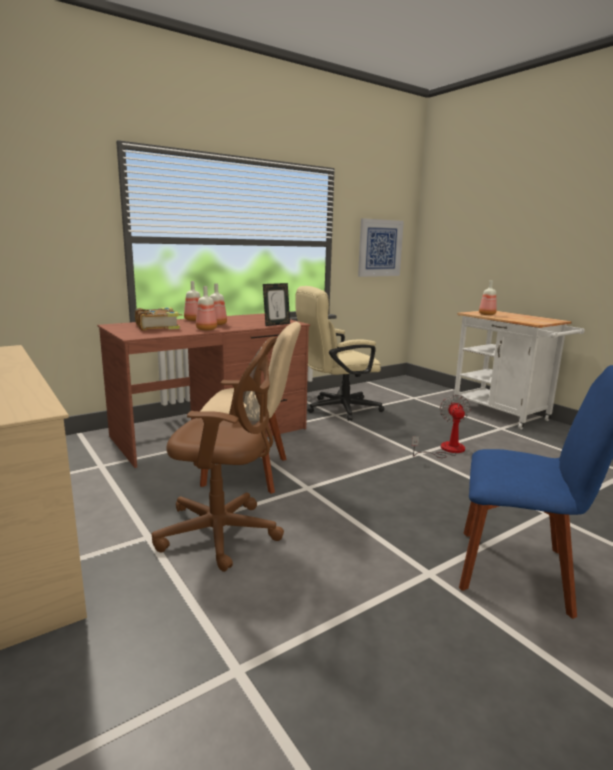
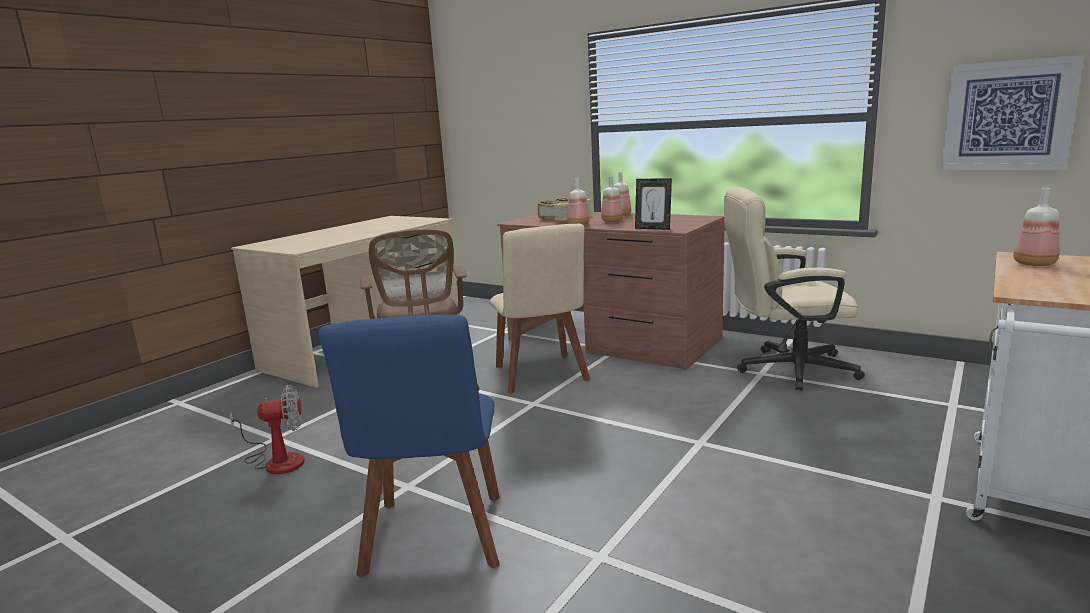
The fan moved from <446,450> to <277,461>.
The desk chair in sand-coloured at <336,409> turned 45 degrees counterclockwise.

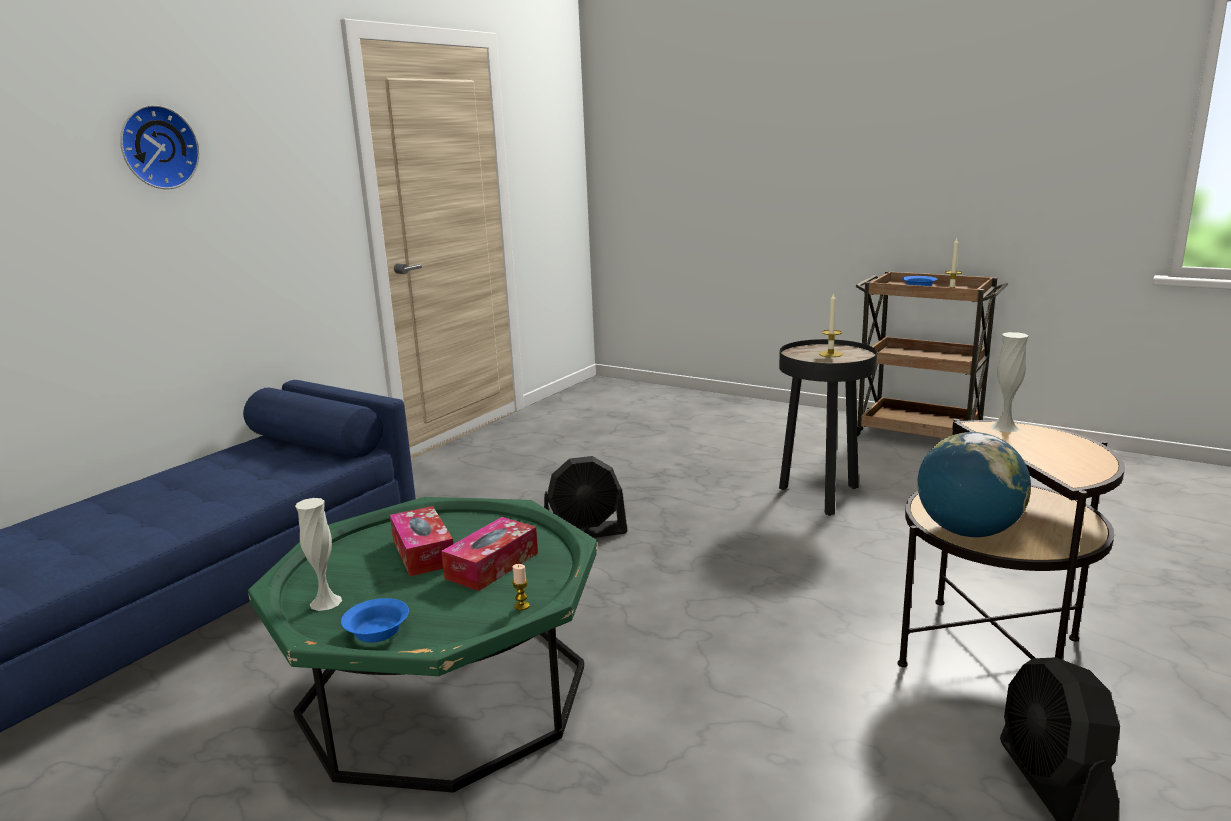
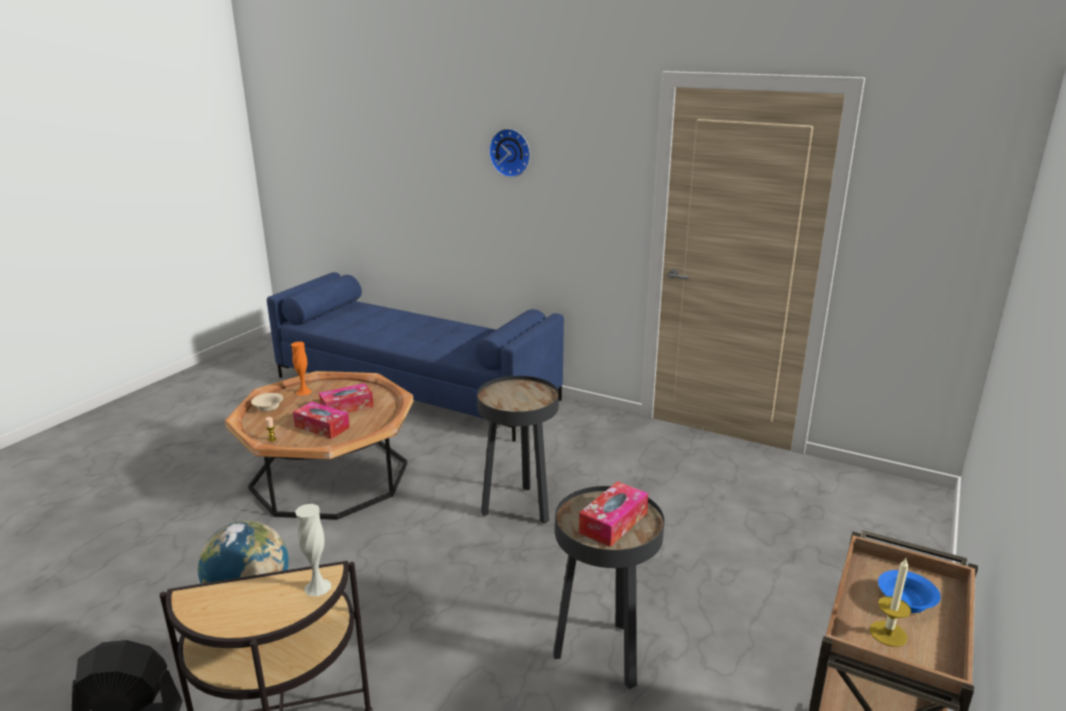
The coffee table in green at <444,691> became the coffee table in brownish at <330,476>.
The deep dish in bluish at <377,631> became the deep dish in sand-coloured at <269,407>.
The flower vase in white-coloured at <326,602> became the flower vase in orange at <304,392>.
The fan in black at <585,532> was replaced by the end table in black at <519,508>.
The wax light at <830,354> was replaced by the tissue holder at <613,522>.

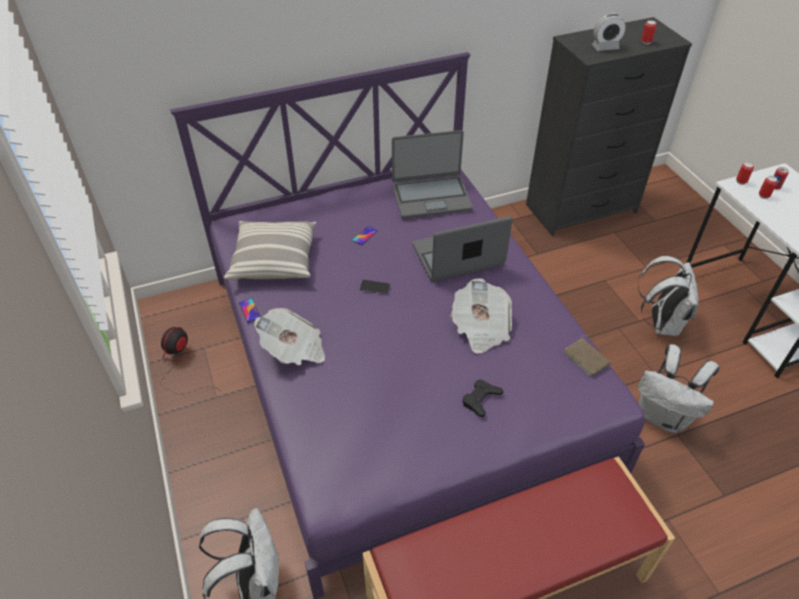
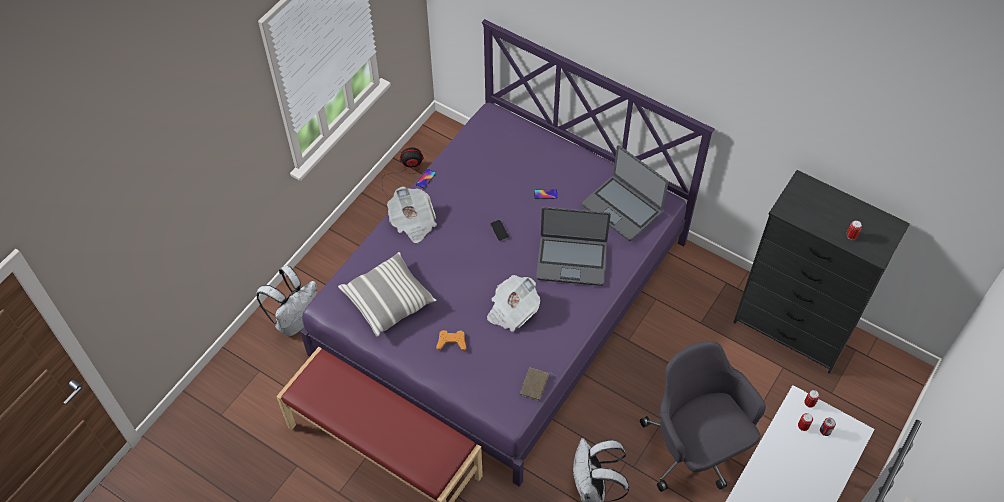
The throw pillow moved from <274,260> to <388,300>.
The game controller in black at <481,399> became the game controller in orange at <451,342>.
The portable computer at <458,256> turned 150 degrees clockwise.
The backpack in white-coloured at <660,323> was replaced by the desk chair in grey at <695,448>.
The alarm clock at <605,47> disappeared.

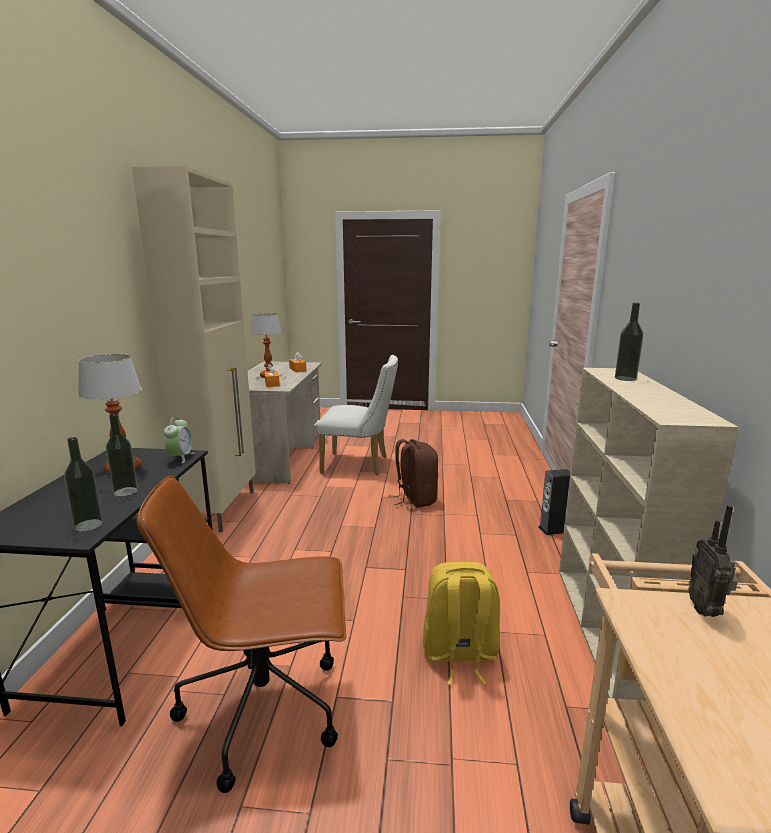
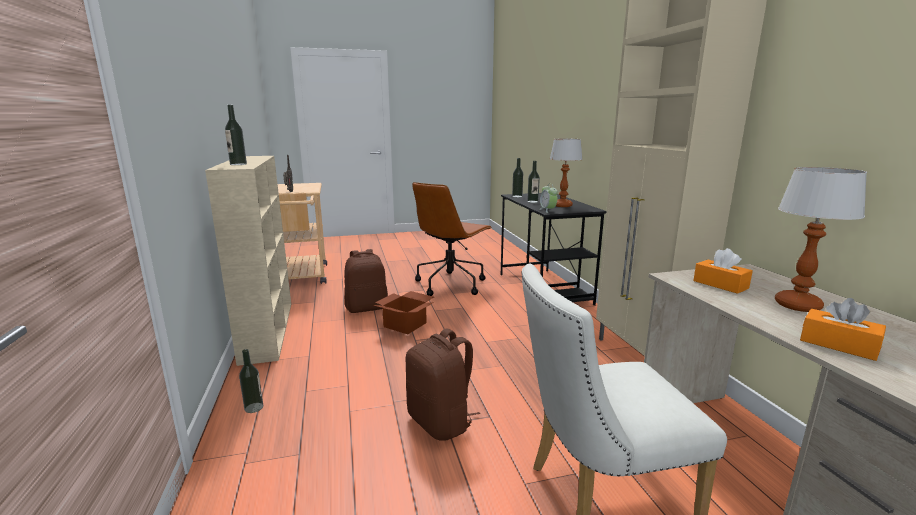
The speaker at <553,529> was replaced by the bottle at <254,407>.
The backpack in yellow at <459,654> became the backpack in brownish at <367,308>.
The cardboard box at <406,324> appeared.
The desk chair in brownish at <266,708> turned 150 degrees clockwise.

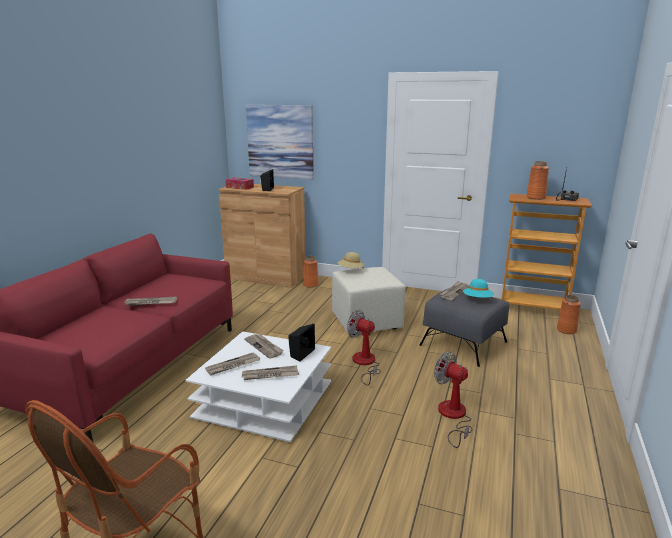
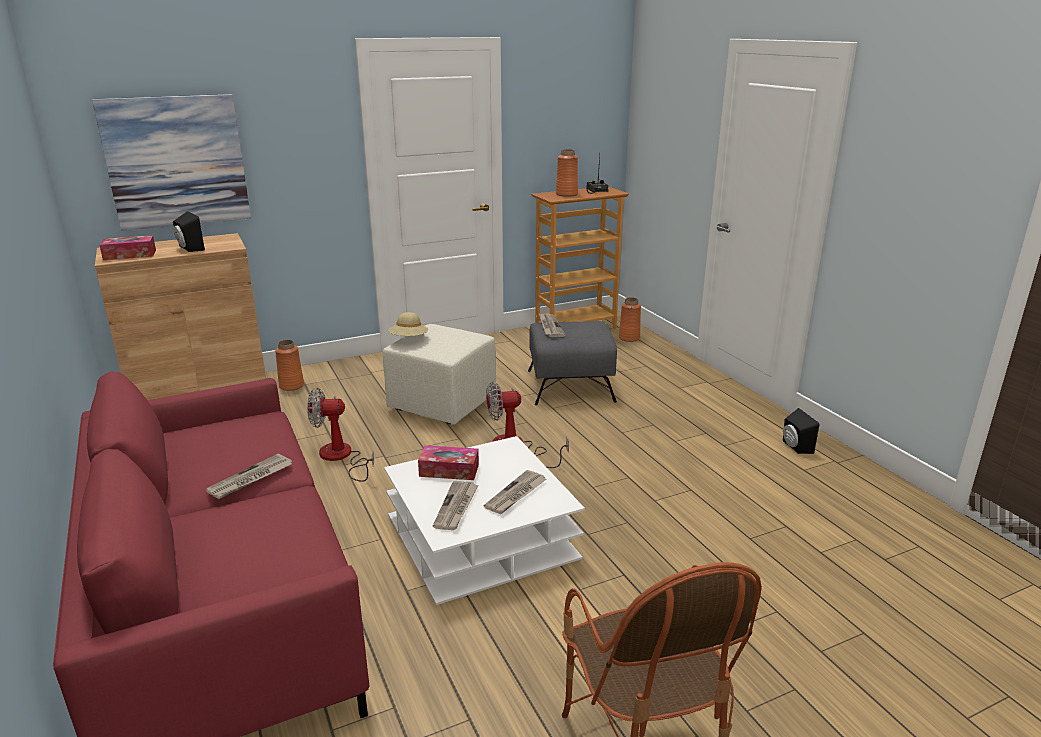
The fan moved from <453,417> to <341,457>.
The daily paper at <264,347> was replaced by the tissue holder at <449,470>.
The speaker in black moved from <300,353> to <794,447>.
The clothing hat in blue-green at <477,300> disappeared.

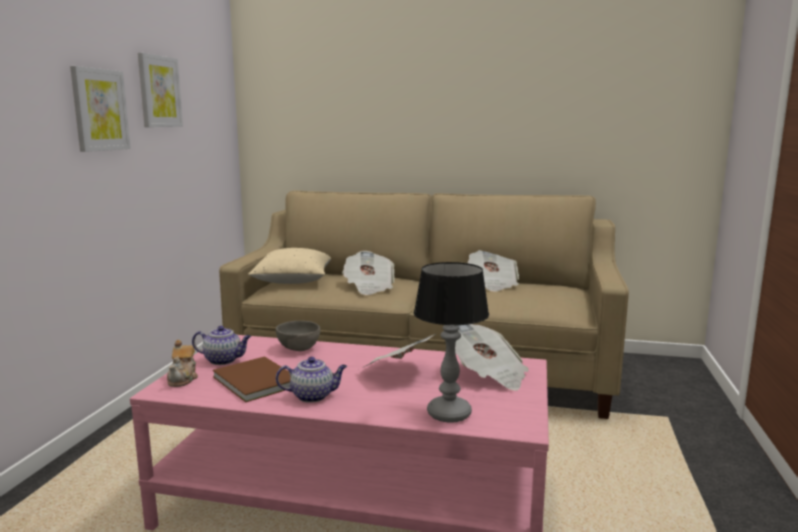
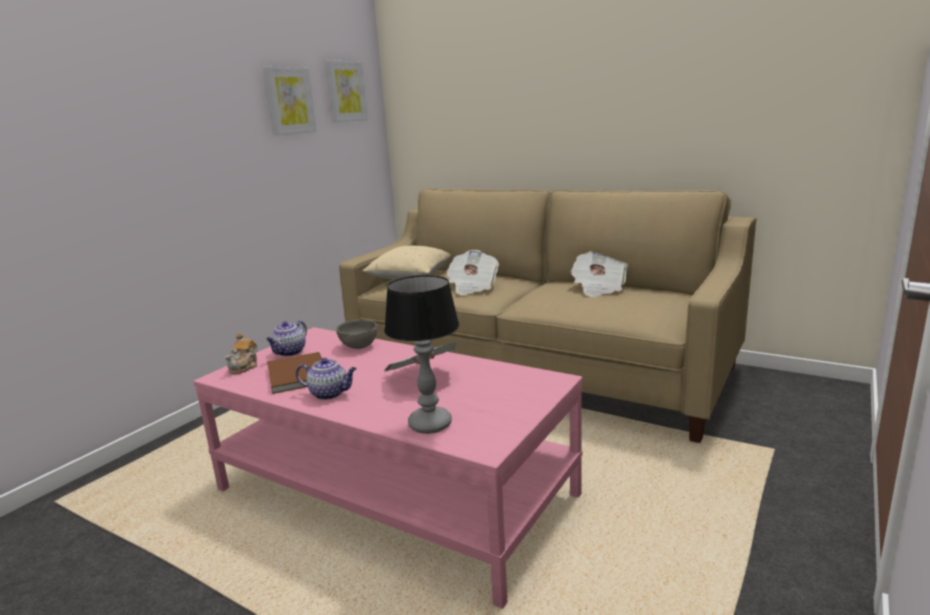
The teapot at <224,360> turned 90 degrees clockwise.
The picture moved from <99,110> to <345,91>.
The daily paper at <488,375> disappeared.

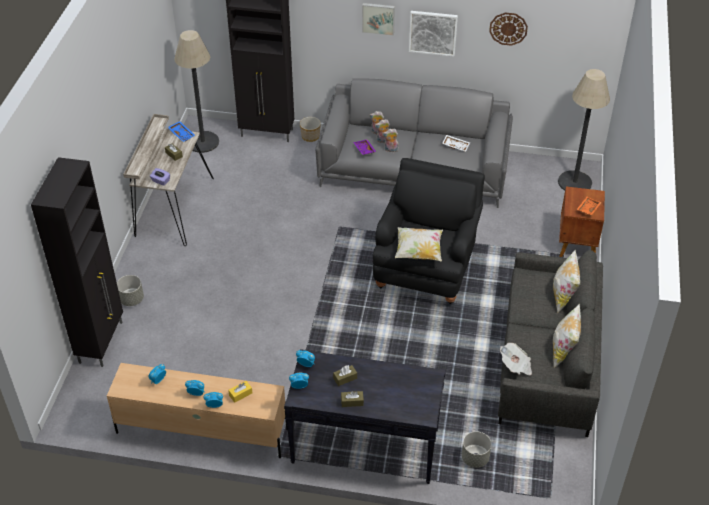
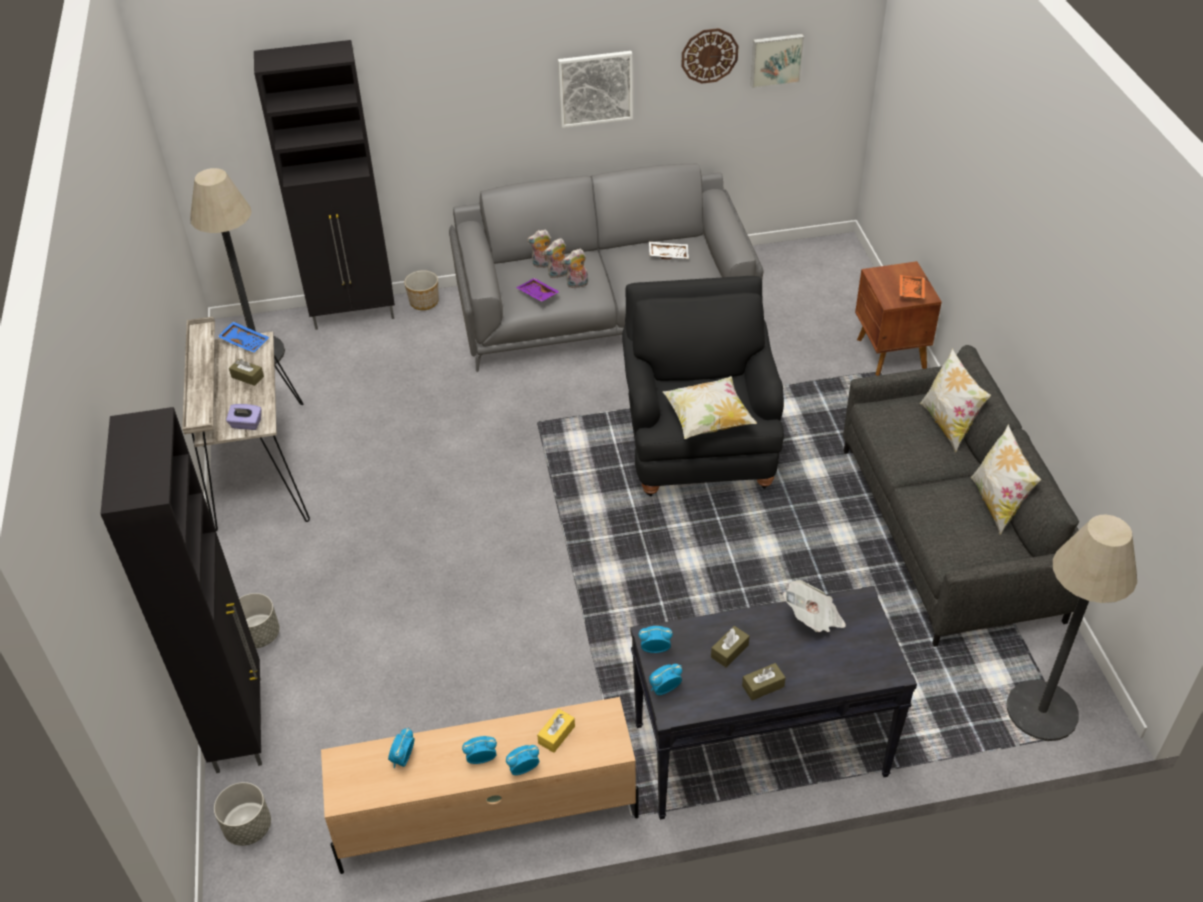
The flower pot in grey moved from <474,458> to <248,827>.
The picture moved from <378,18> to <776,59>.
The daily paper moved from <515,366> to <813,618>.
The floor lamp moved from <574,182> to <1042,711>.

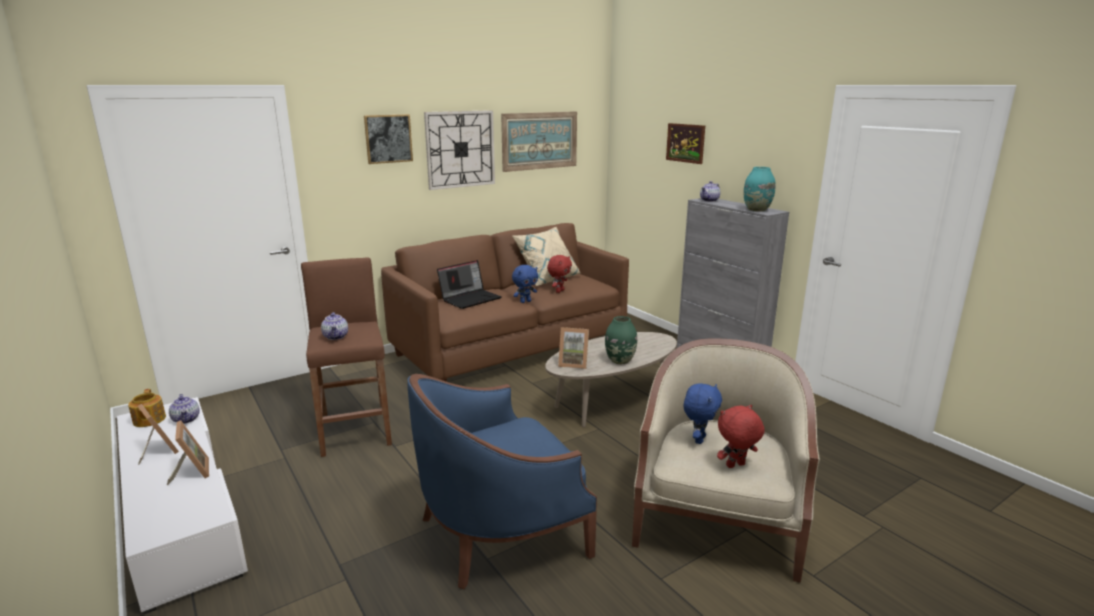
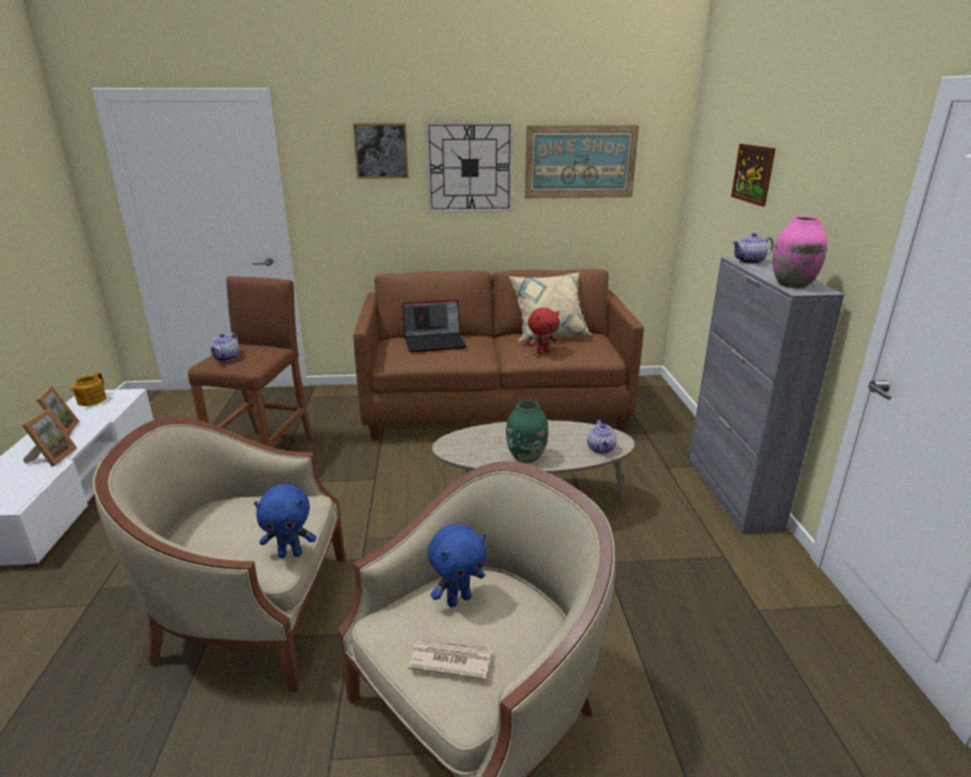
The easy chair in bluish at <500,531> became the easy chair in sand-coloured at <252,615>.
The soft toy in bluish moved from <525,302> to <291,554>.
The soft toy in red at <736,466> was replaced by the daily paper at <449,660>.
The teapot moved from <186,419> to <601,449>.
The flower vase in blue-green at <756,210> became the flower vase in pinkish at <792,284>.
The standing frame at <573,363> disappeared.

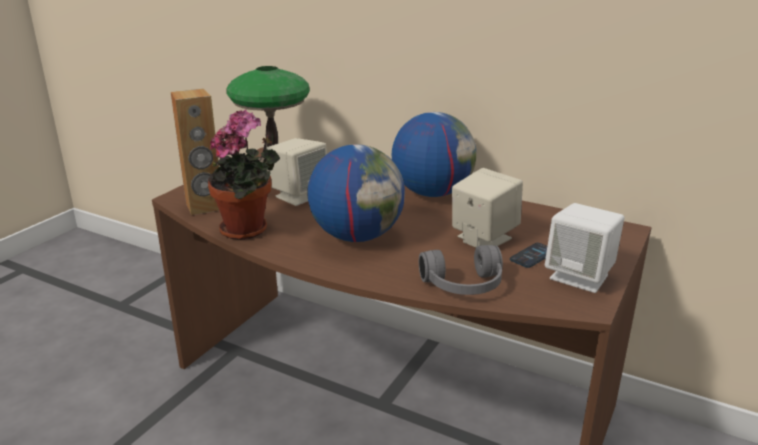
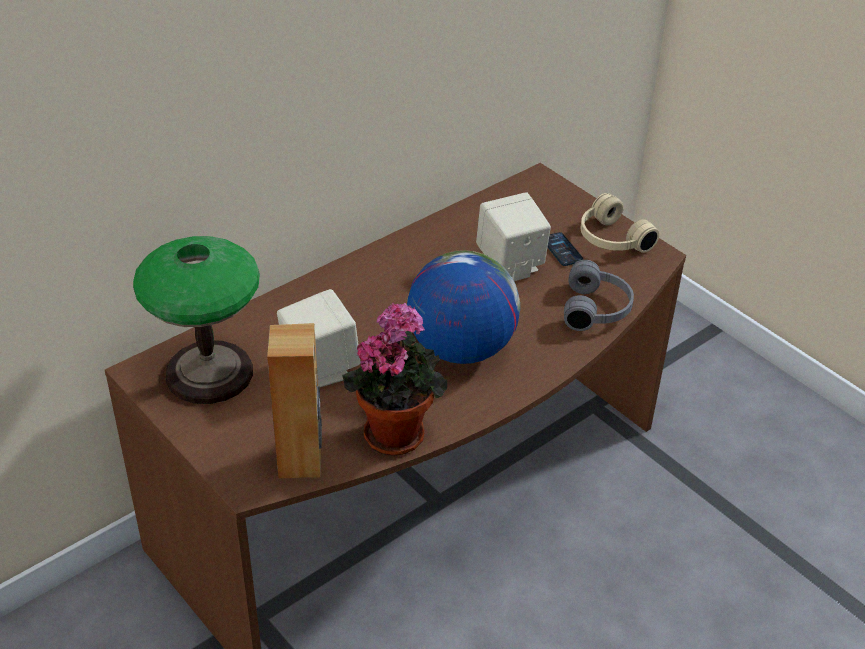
The speaker in white-coloured at <580,277> was replaced by the headphones in sand-coloured at <610,239>.
The world globe at <432,193> disappeared.

